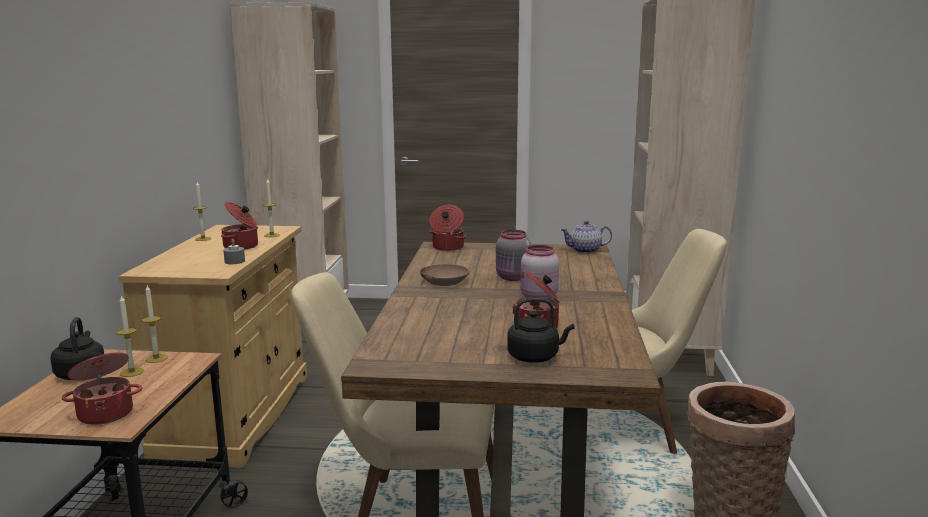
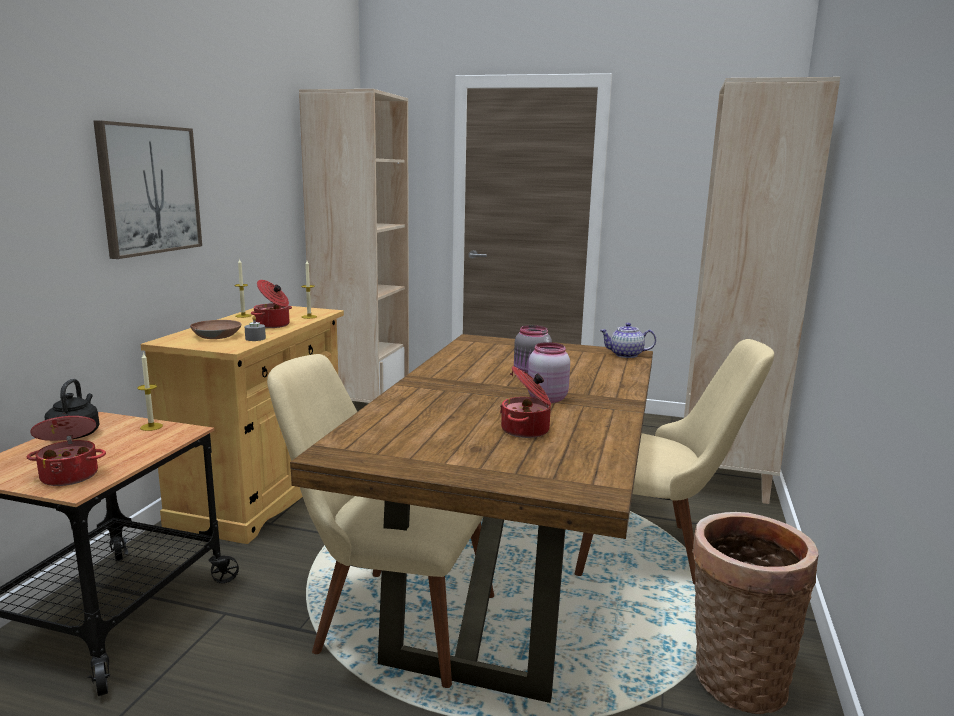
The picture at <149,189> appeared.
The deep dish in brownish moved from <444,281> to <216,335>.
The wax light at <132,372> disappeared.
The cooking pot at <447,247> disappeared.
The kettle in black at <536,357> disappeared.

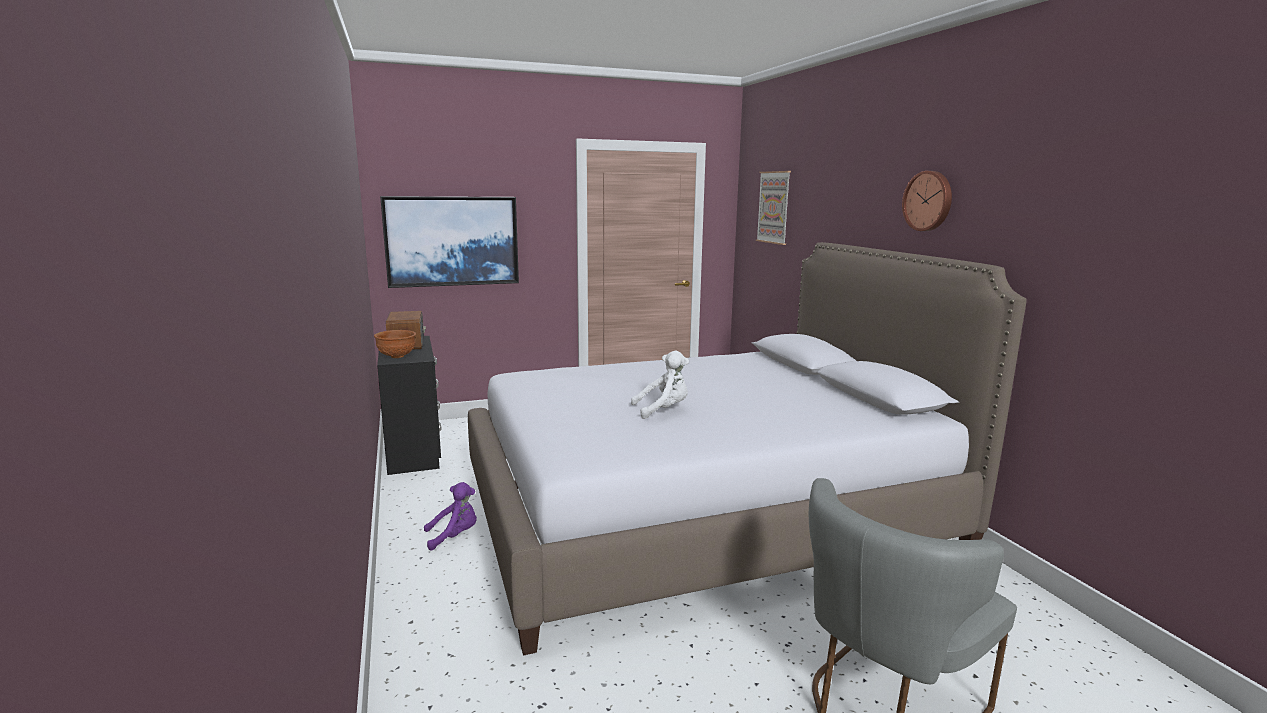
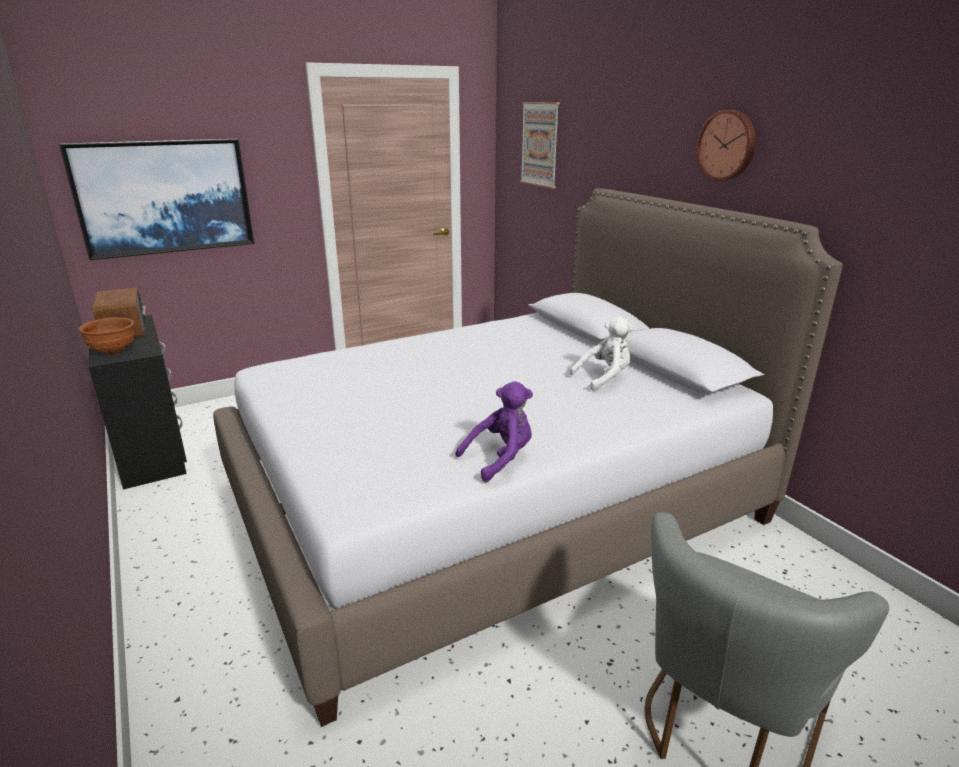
The soft toy in purple-coloured moved from <454,536> to <500,459>.
The soft toy in white-coloured moved from <663,410> to <604,378>.

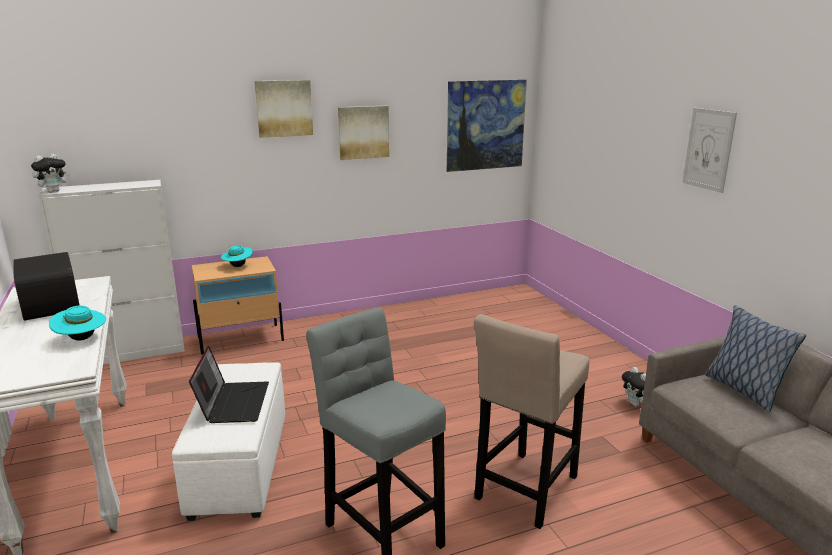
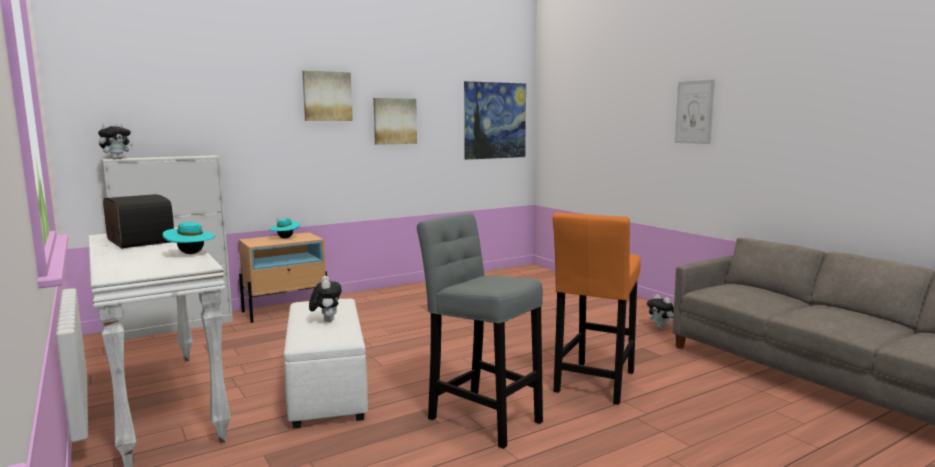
The portable computer at <233,402> was replaced by the soft toy at <326,320>.
The sitting stool in sand-coloured at <524,491> became the sitting stool in orange at <594,384>.
The throw pillow at <743,390> disappeared.

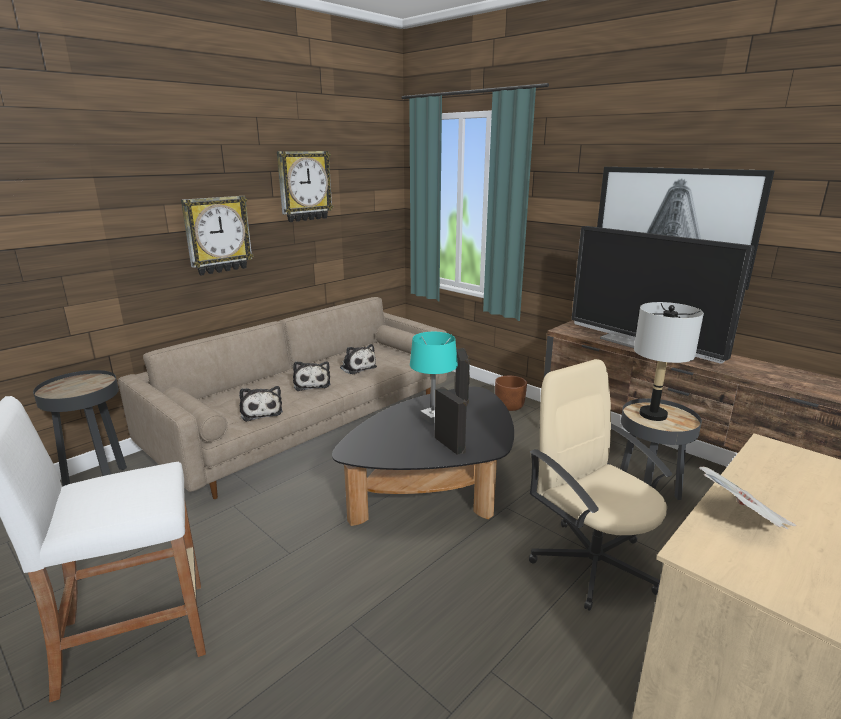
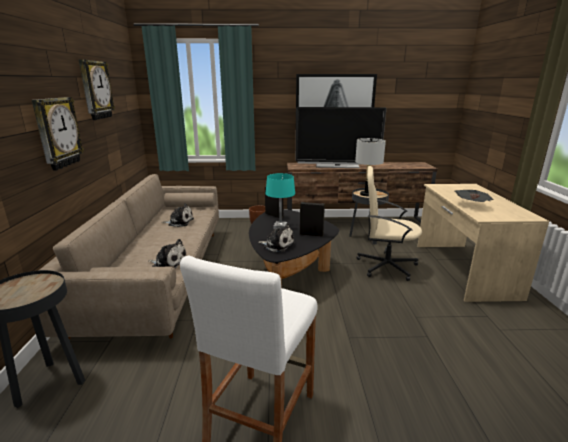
The soft toy moved from <311,384> to <277,245>.

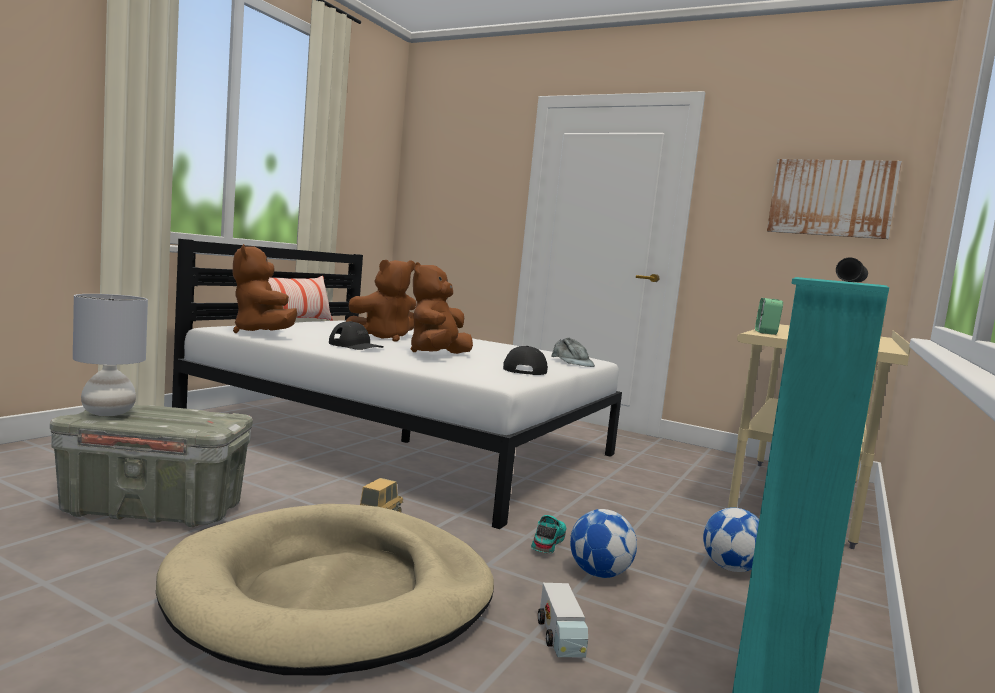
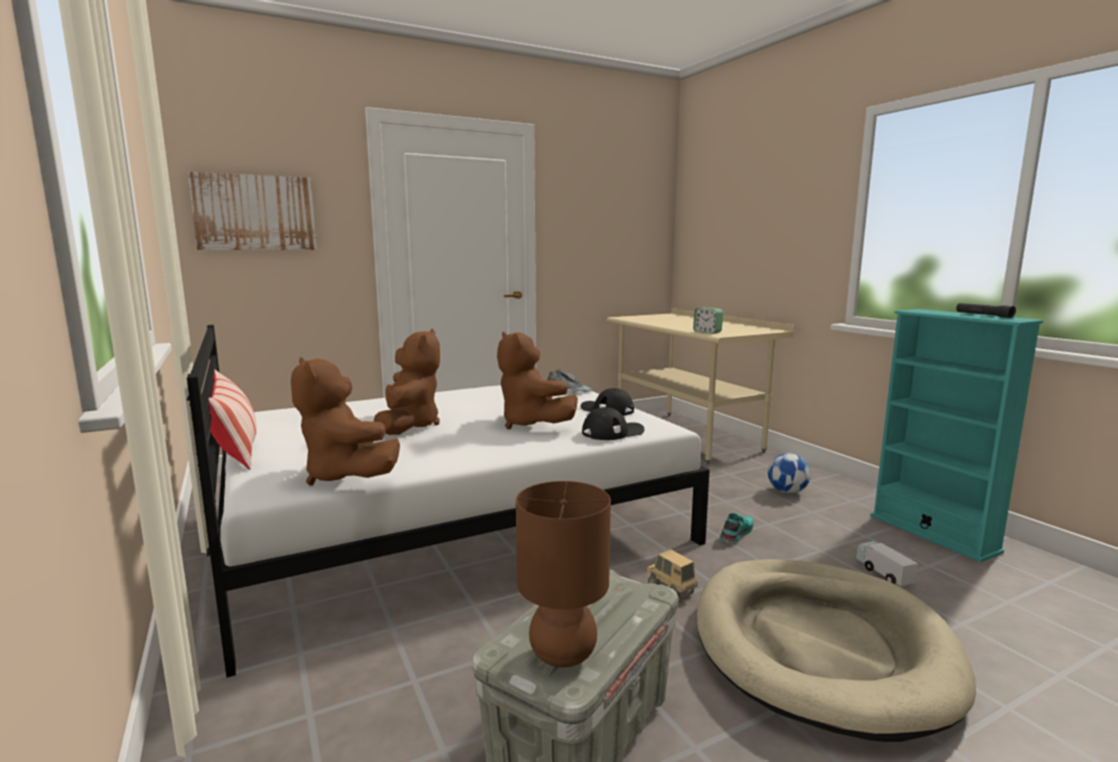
The picture moved from <831,198> to <255,213>.
The soft toy in brownish at <262,334> turned 45 degrees clockwise.
The tabletop lamp in grey at <109,413> became the tabletop lamp in brownish at <562,653>.
The peaked cap in black moved from <355,346> to <612,432>.
The low shoe in blue-green at <546,542> turned 75 degrees clockwise.
The toy lorry at <561,638> turned 135 degrees counterclockwise.
The football at <599,573> disappeared.

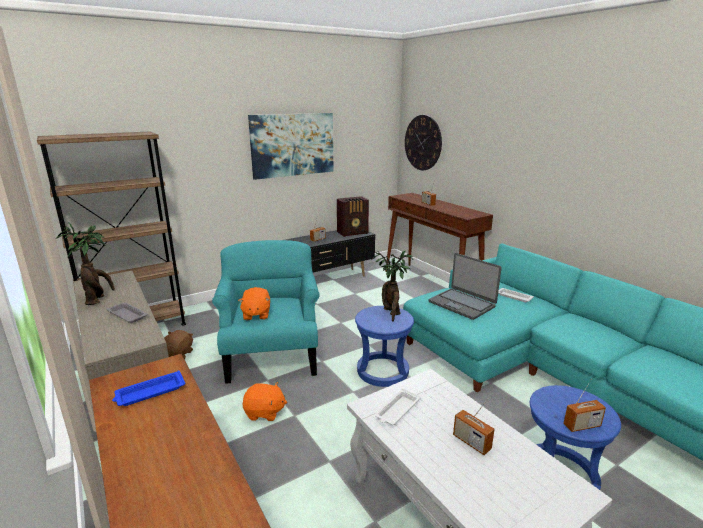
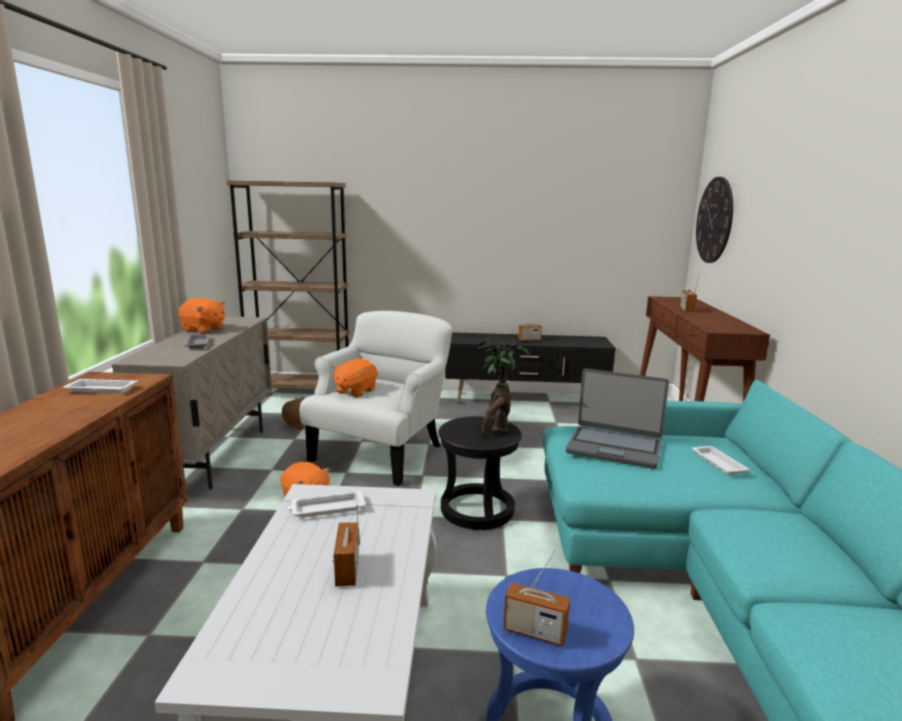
The serving tray in bluish at <149,392> became the serving tray in white-coloured at <100,389>.
The potted plant at <98,299> was replaced by the soft toy in orange at <204,329>.
The easy chair in blue-green at <272,355> became the easy chair in white-coloured at <381,452>.
The sitting stool in bluish at <383,371> became the sitting stool in black at <477,509>.
The portable computer at <462,304> turned 60 degrees counterclockwise.
The picture at <293,145> disappeared.
The radio set at <353,233> disappeared.

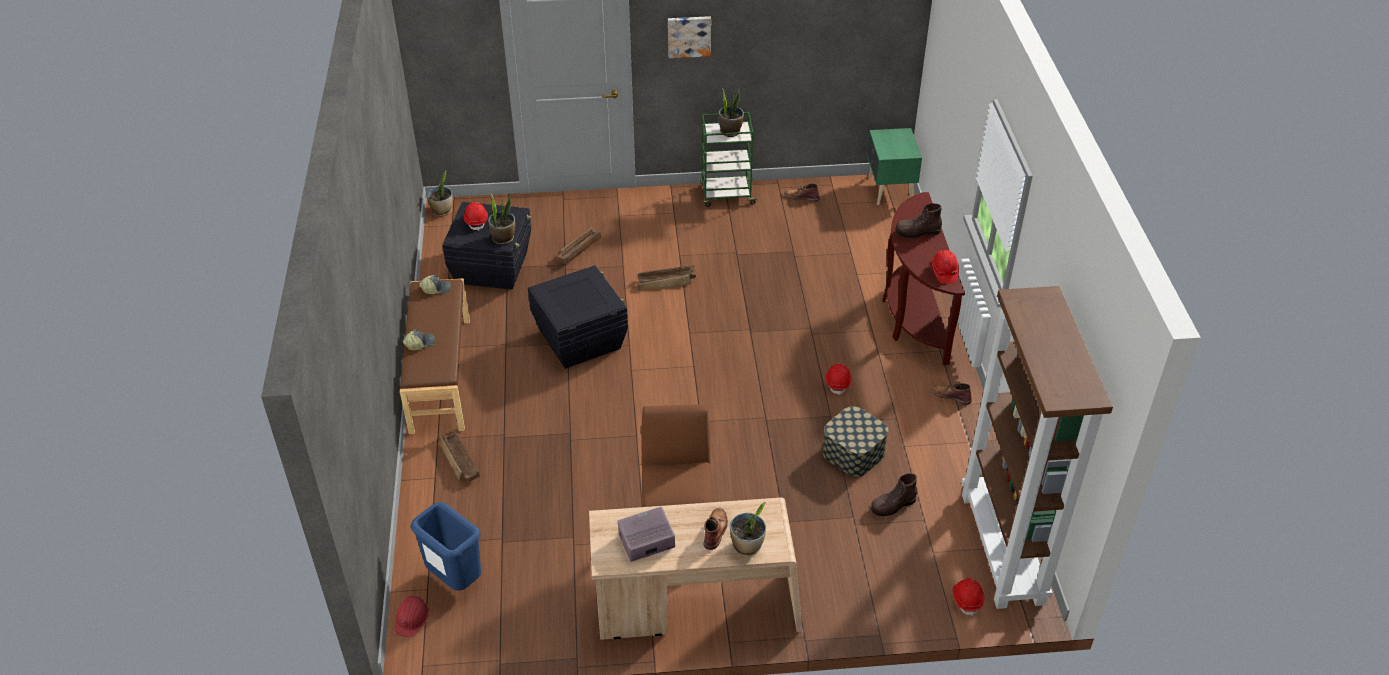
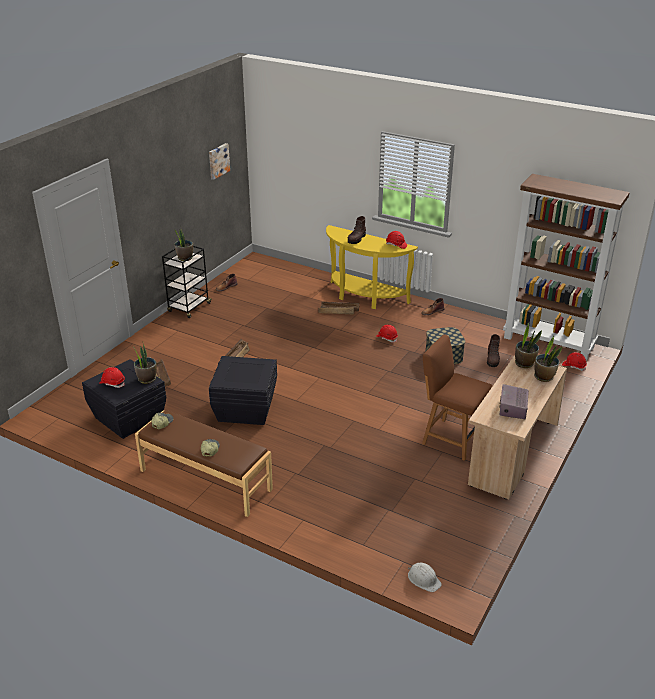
The cart in green at <726,195> became the cart in black at <189,308>.
The picture moved from <689,36> to <218,161>.
The shipping crate moved from <459,461> to <339,311>.
The hall table in brownish at <912,317> became the hall table in yellow at <364,297>.
The work helmet in red at <411,618> became the work helmet in white-coloured at <424,579>.
The potted plant moved from <442,211> to <524,363>.
The trash can in bluish at <454,580> disappeared.
The boot in brownish at <715,530> disappeared.
The bedside table in green at <889,190> disappeared.

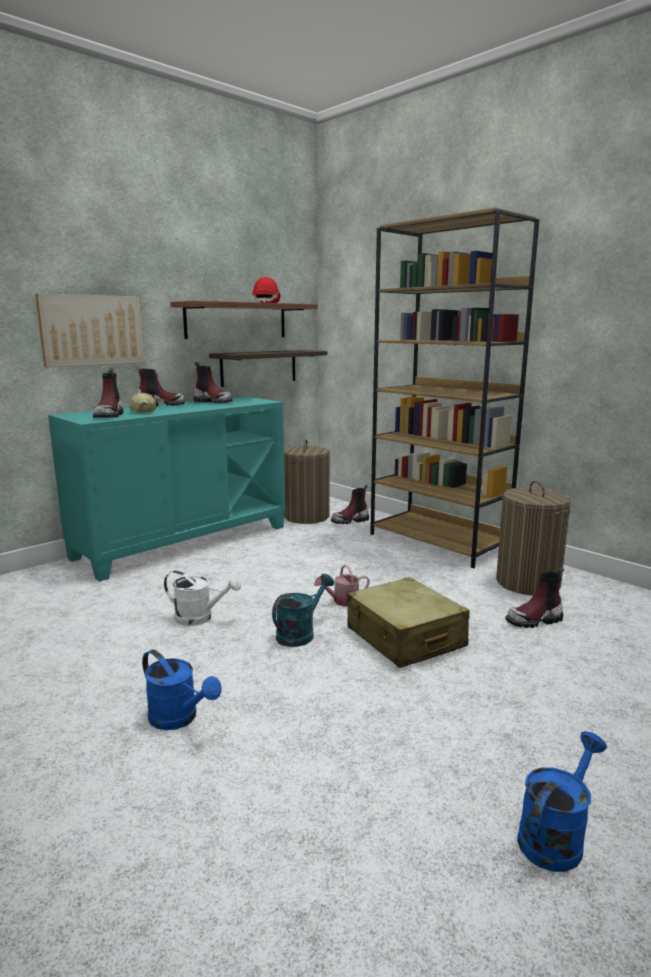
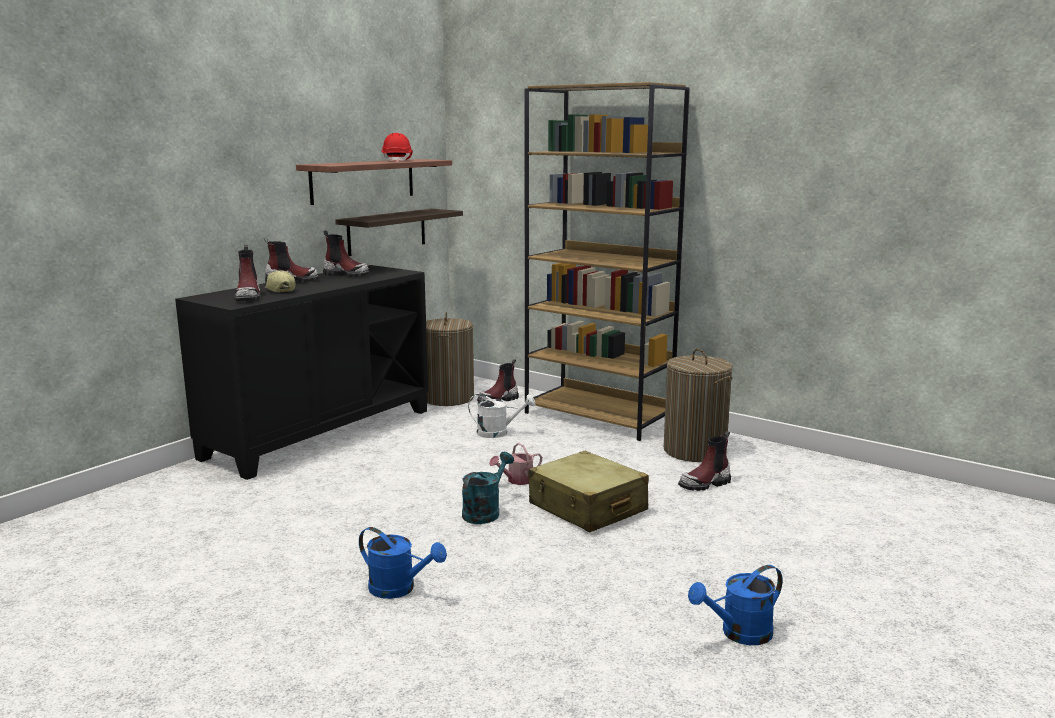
The cupboard in blue-green at <183,542> became the cupboard in black at <319,433>.
The sprinkling can in white-coloured moved from <200,618> to <498,433>.
The sprinkling can in bluish at <555,835> turned 150 degrees counterclockwise.
The picture at <92,330> disappeared.

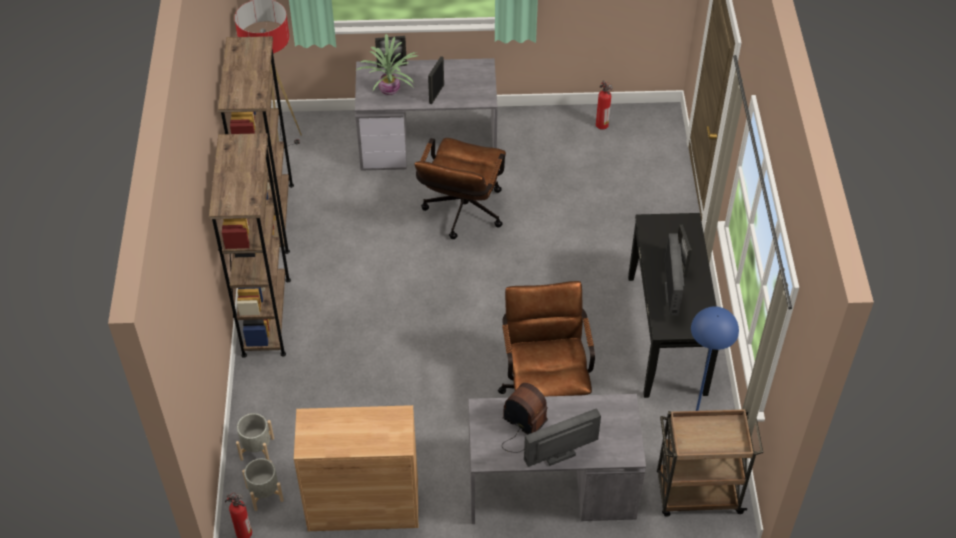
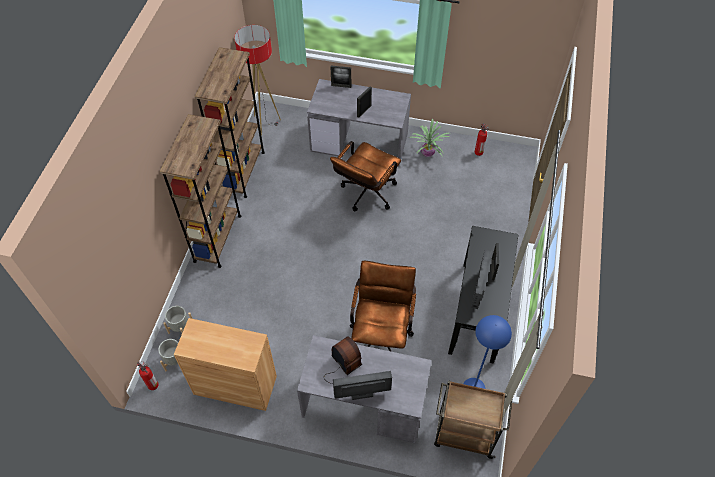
The potted plant moved from <391,90> to <428,153>.

